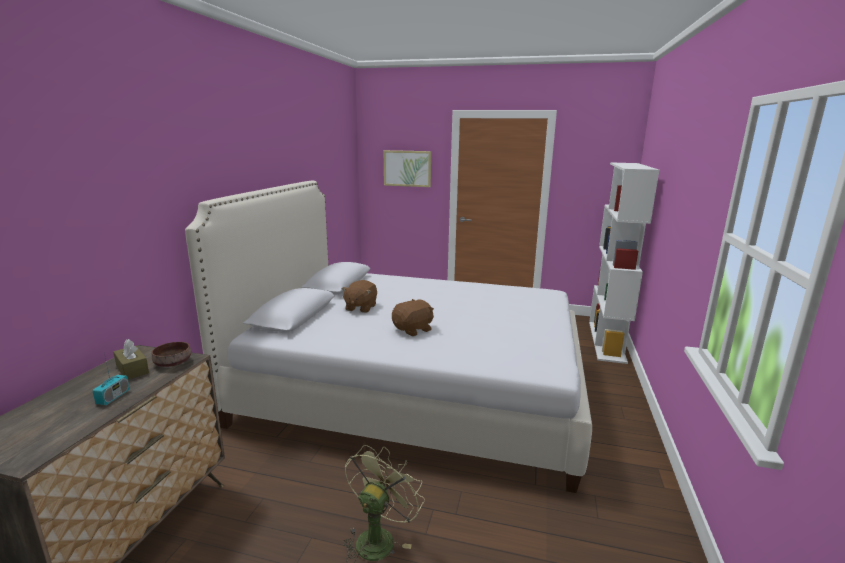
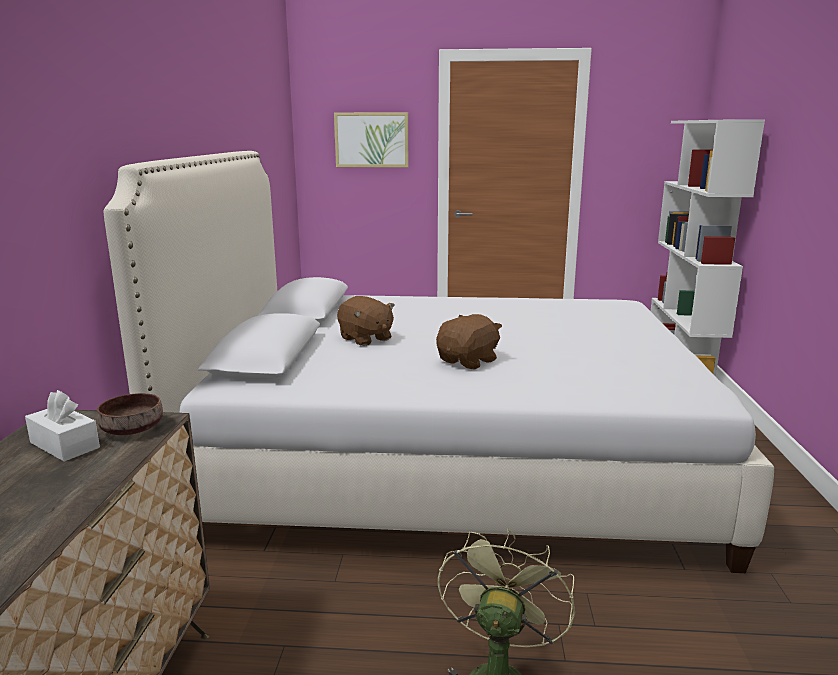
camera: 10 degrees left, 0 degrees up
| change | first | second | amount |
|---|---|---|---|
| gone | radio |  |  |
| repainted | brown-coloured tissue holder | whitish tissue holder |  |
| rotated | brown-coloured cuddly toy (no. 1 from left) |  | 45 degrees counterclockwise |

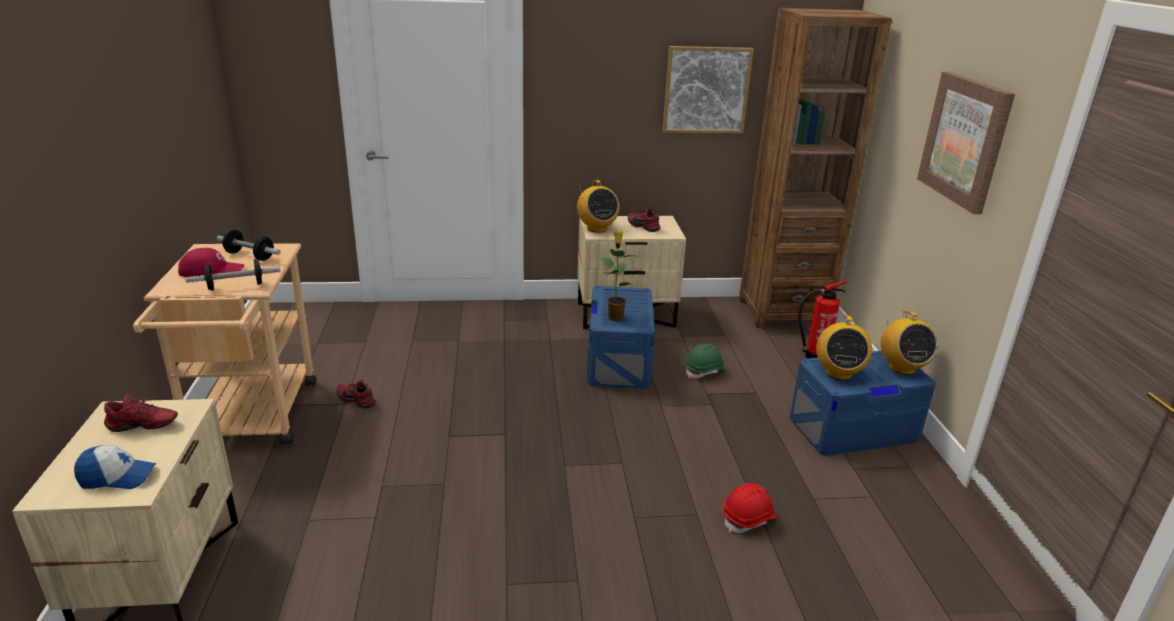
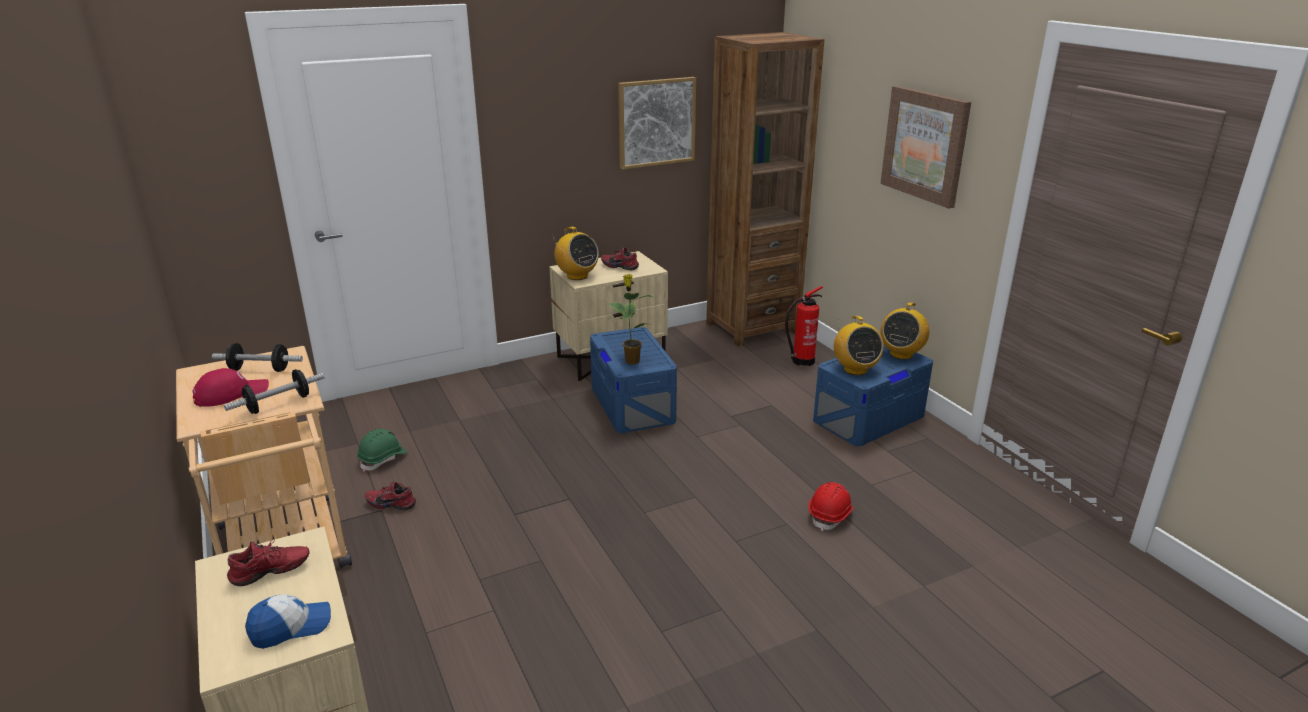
camera: 20 degrees left, 0 degrees up
| change | first | second | amount |
|---|---|---|---|
| shifted | green hard hat |  |  |
| rotated | radio (no. 3 from left) |  | 60 degrees clockwise |

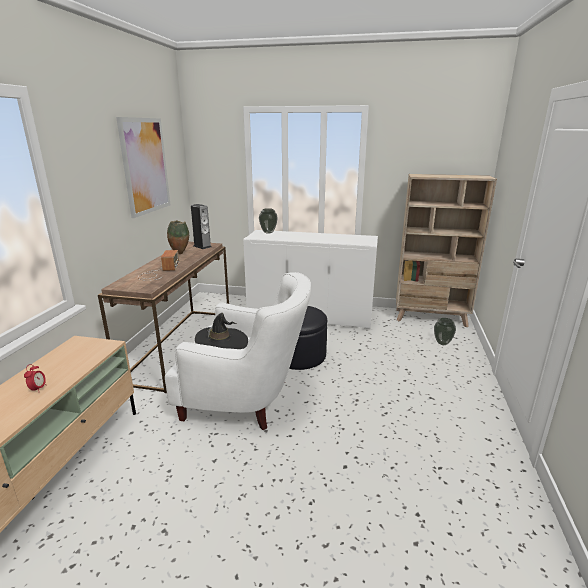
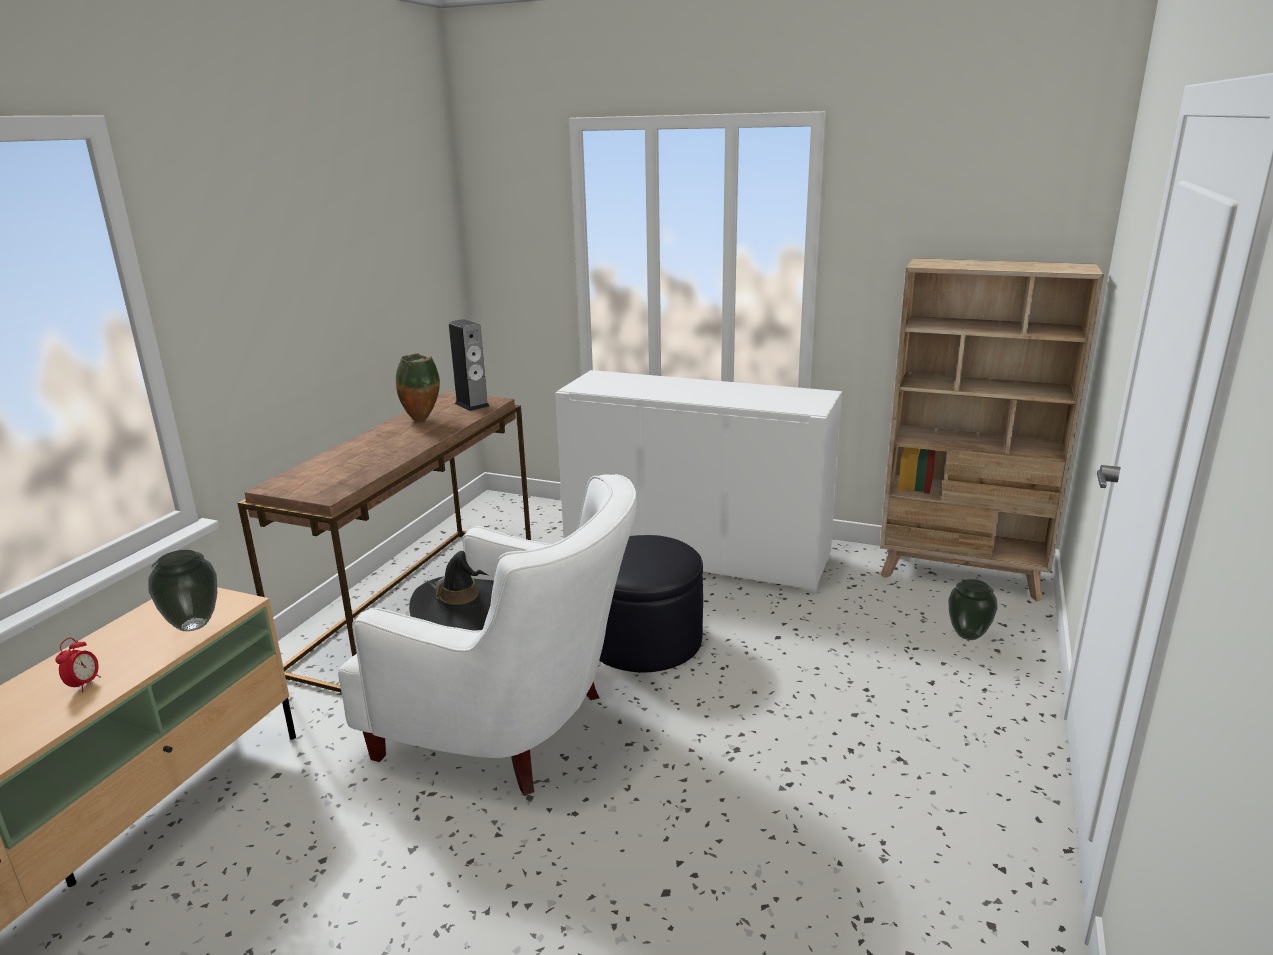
camera: 10 degrees right, 0 degrees up
| change | first | second | amount |
|---|---|---|---|
| gone | picture |  |  |
| gone | radio |  |  |
| shifted | vase (no. 2 from left in the first image) | vase (no. 1 from left) |  |

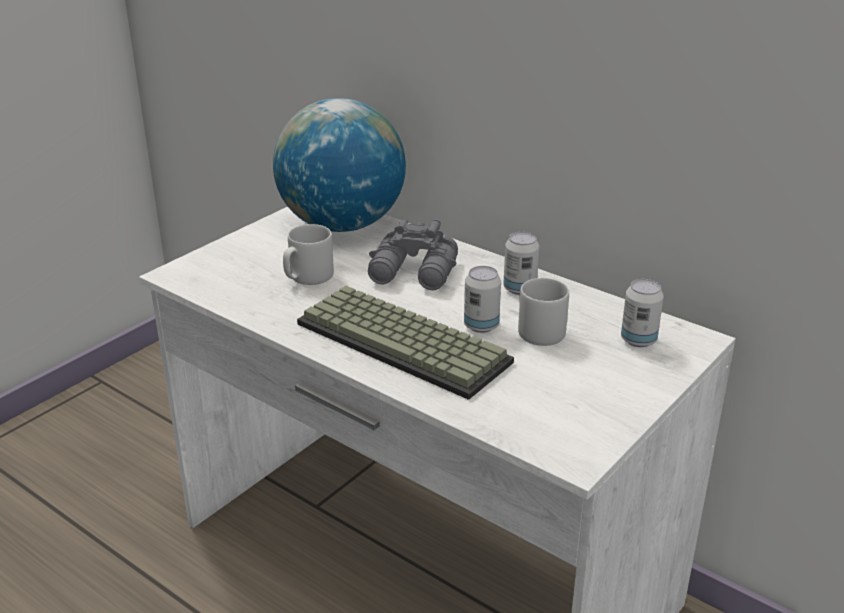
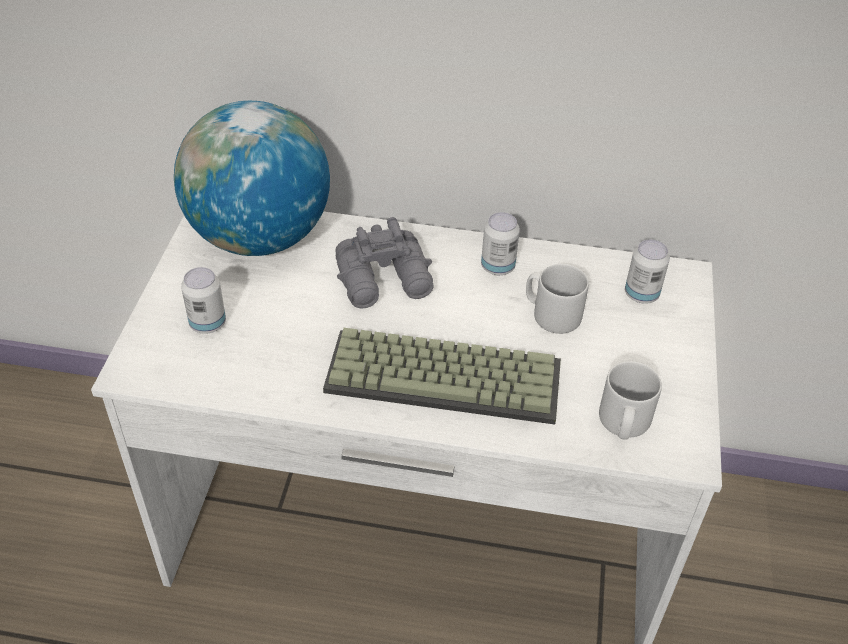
camera: 30 degrees left, 15 degrees up
| change | first | second | amount |
|---|---|---|---|
| shifted | greyish mug (no. 1 from left in the first image) | greyish mug (no. 2 from left) |  |
| shifted | can (no. 1 from left) |  |  |

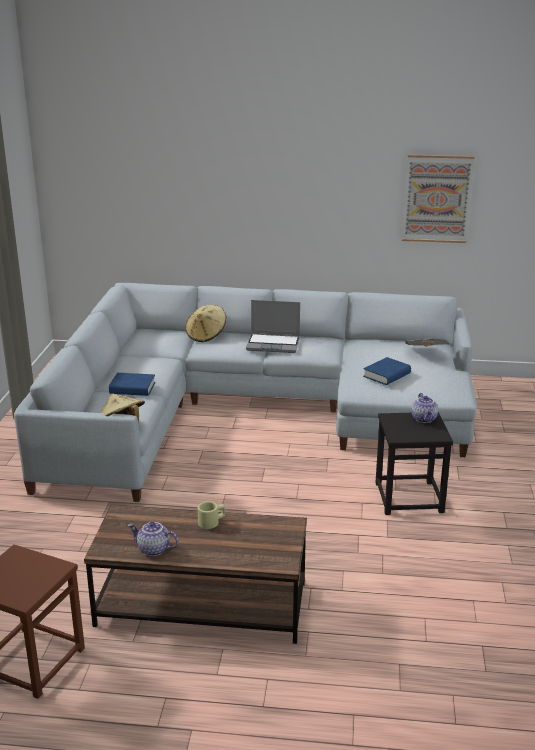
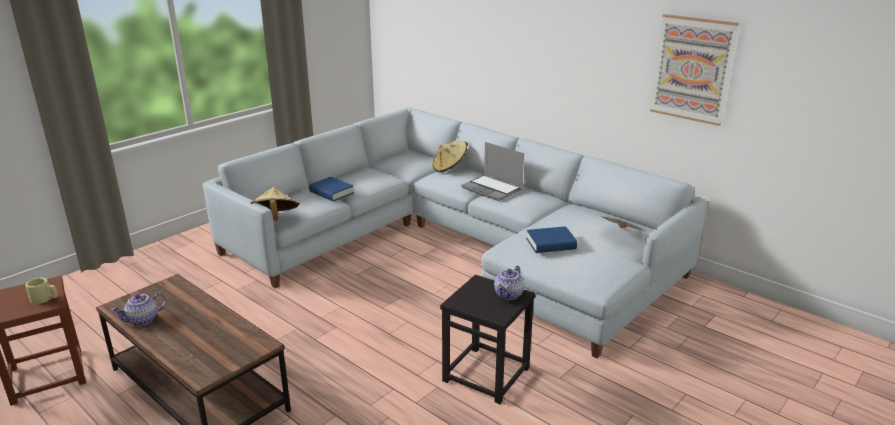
camera: 35 degrees right, 0 degrees up
| change | first | second | amount |
|---|---|---|---|
| shifted | beige-coloured mug |  |  |
| rotated | tea pot (no. 1 from left) |  | 90 degrees counterclockwise |

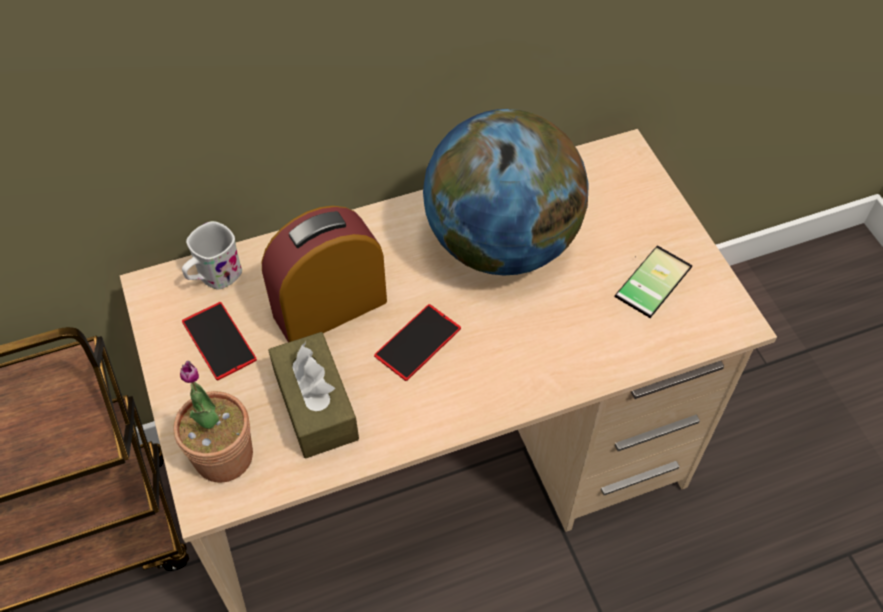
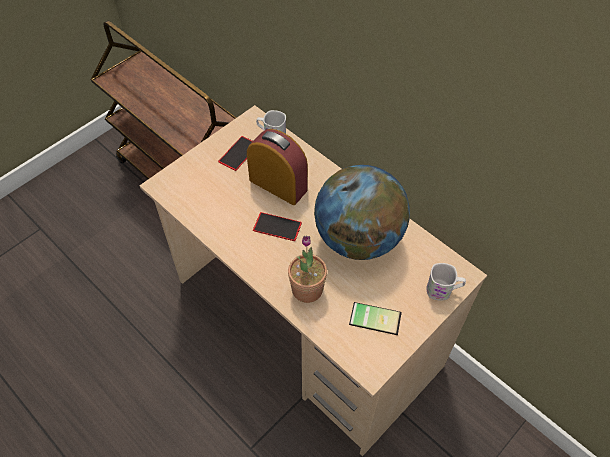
camera: 65 degrees right, 0 degrees up
| change | first | second | amount |
|---|---|---|---|
| gone | brown-coloured tissue holder |  |  |
| new |  | whitish mug (no. 2 from left) |  |
| shifted | plant in a pot |  |  |

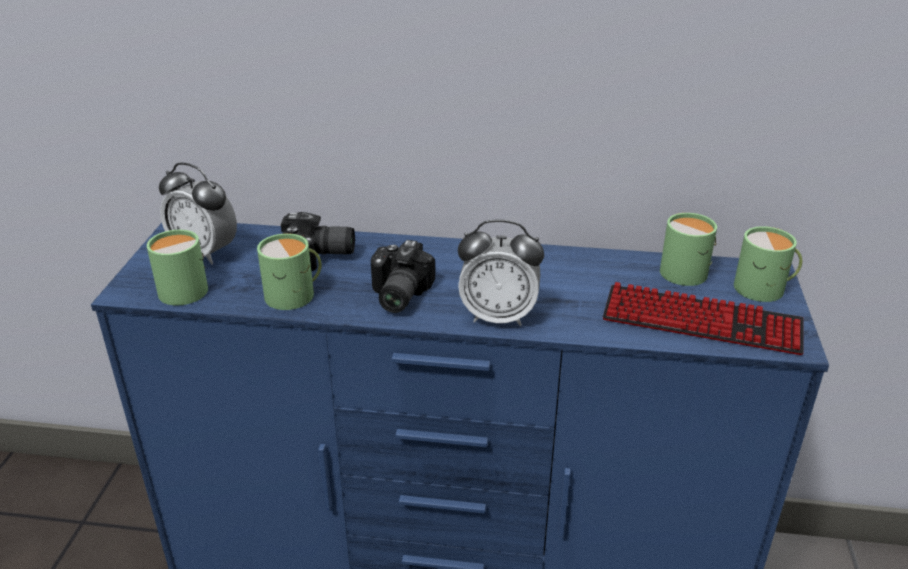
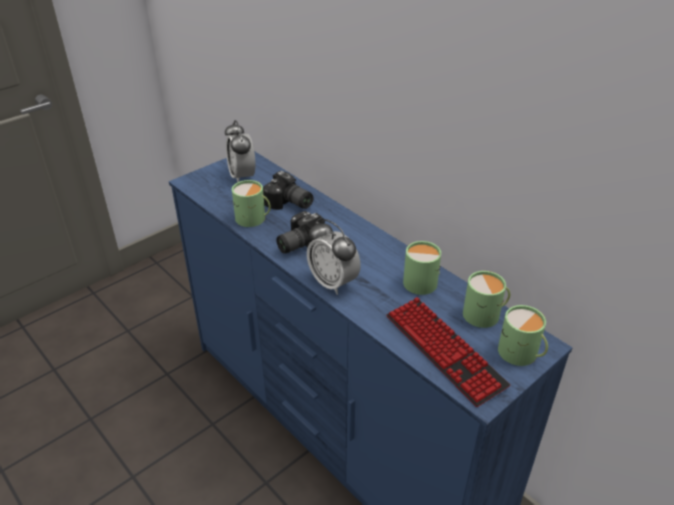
camera: 40 degrees right, 5 degrees up
| change | first | second | amount |
|---|---|---|---|
| shifted | green mug (no. 1 from left in the first image) | green mug (no. 2 from left) |  |

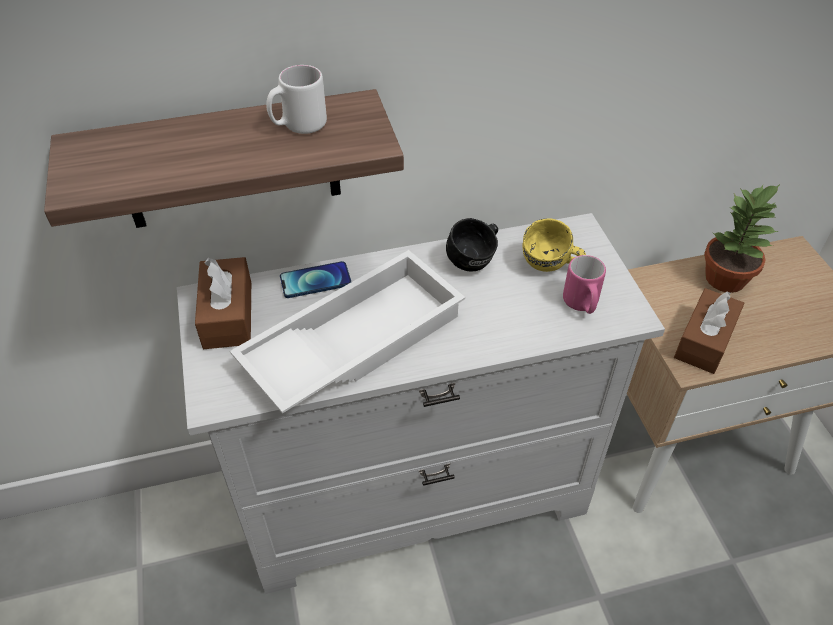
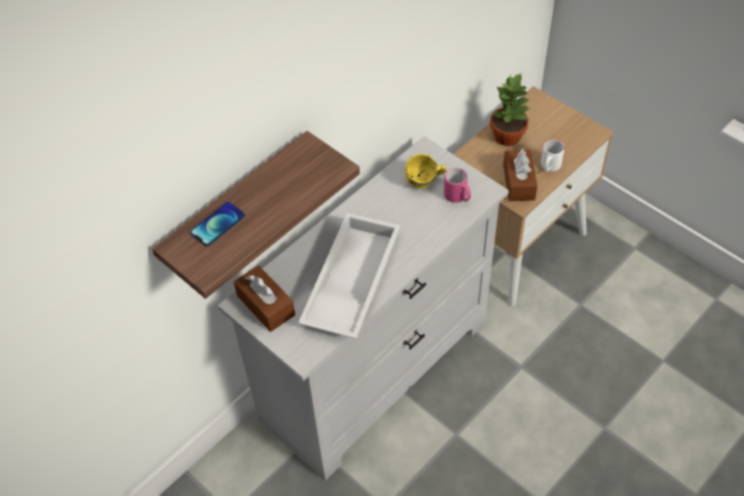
camera: 30 degrees left, 5 degrees up
| change | first | second | amount |
|---|---|---|---|
| gone | black-coloured mug |  |  |
| shifted | whitish mug |  |  |
| shifted | phone |  |  |

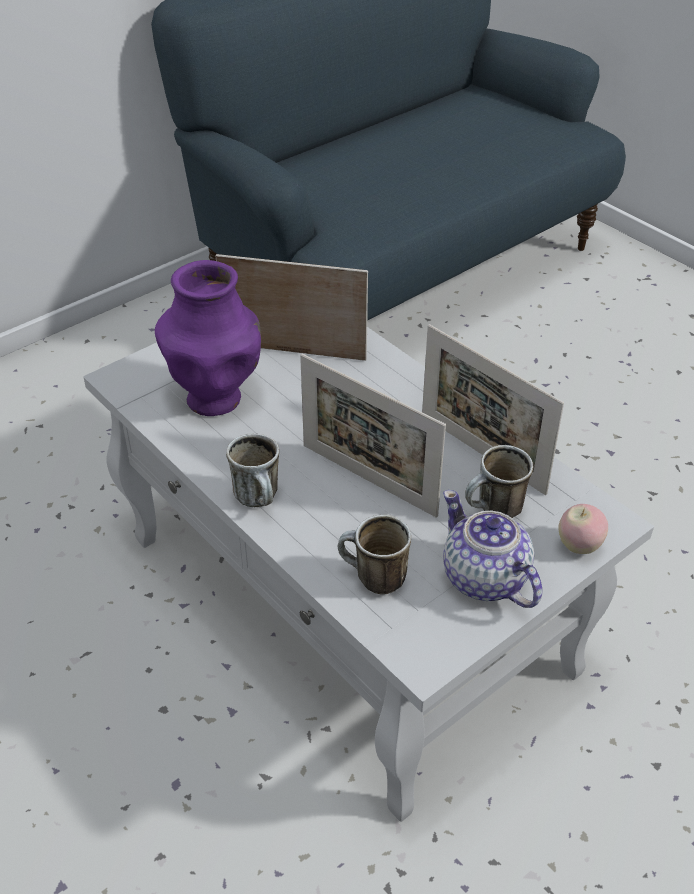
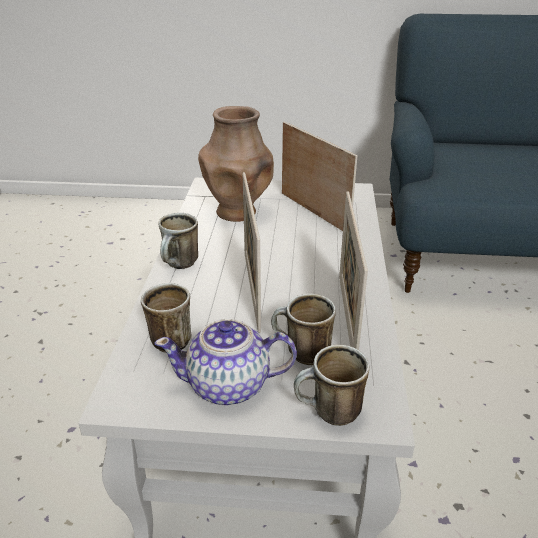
camera: 45 degrees right, 10 degrees down
| change | first | second | amount |
|---|---|---|---|
| swapped | whole apple | mug (no. 4 from left) |  |
| repainted | purplish vase | brown-coloured vase |  |
| rotated | tea pot |  | 105 degrees counterclockwise |

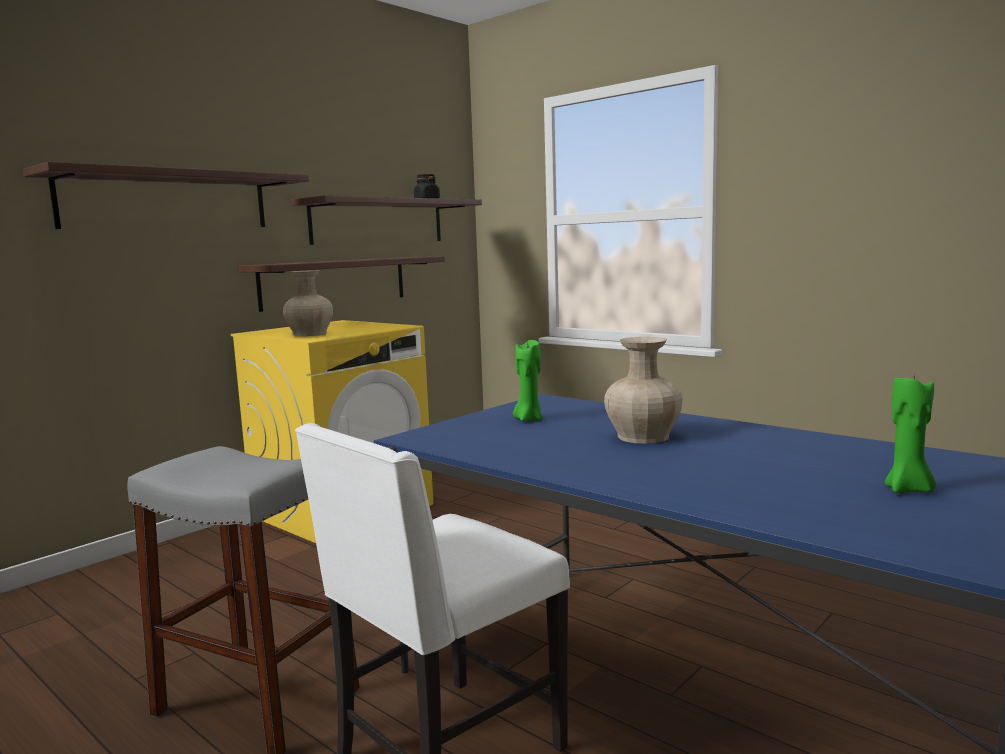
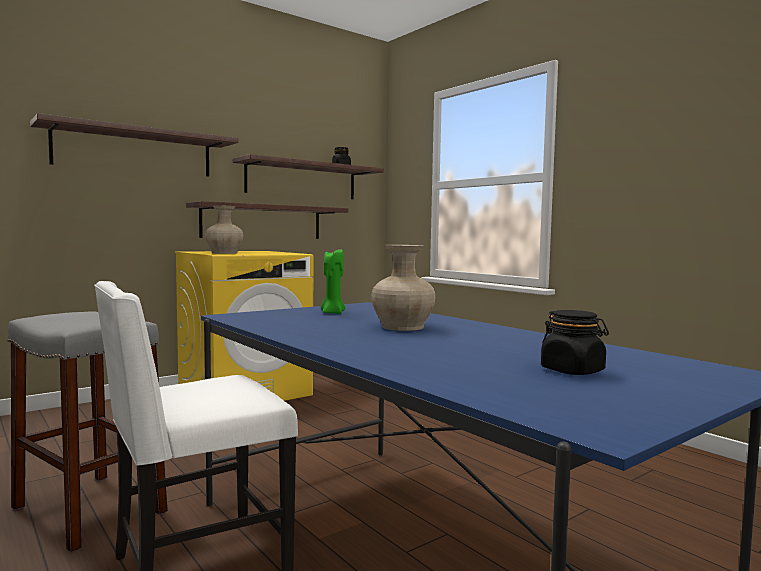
camera: 10 degrees right, 5 degrees down
| change | first | second | amount |
|---|---|---|---|
| swapped | green candle (no. 2 from left) | black-coloured preserve jar (no. 2 from left) |  |

